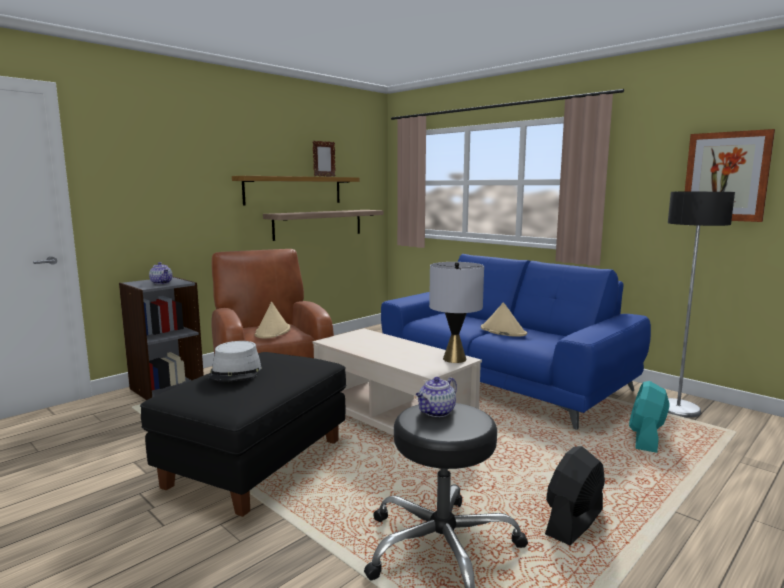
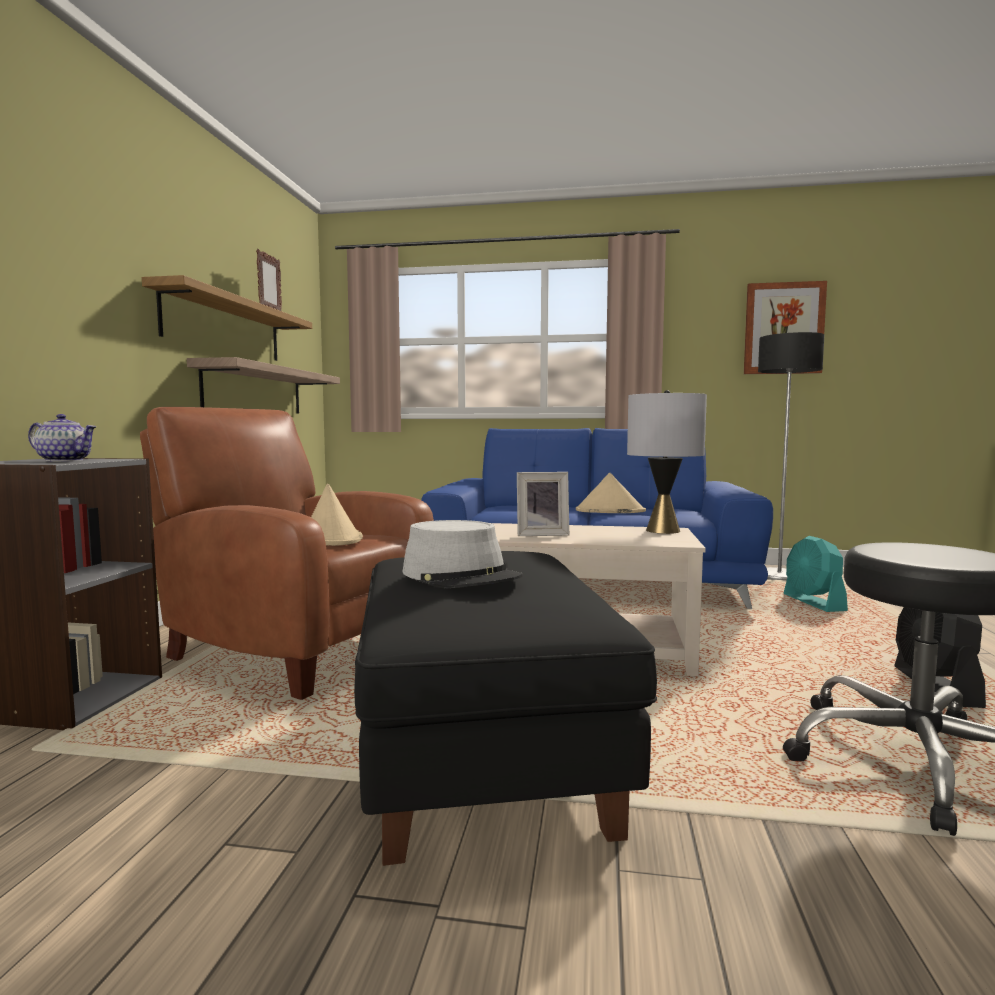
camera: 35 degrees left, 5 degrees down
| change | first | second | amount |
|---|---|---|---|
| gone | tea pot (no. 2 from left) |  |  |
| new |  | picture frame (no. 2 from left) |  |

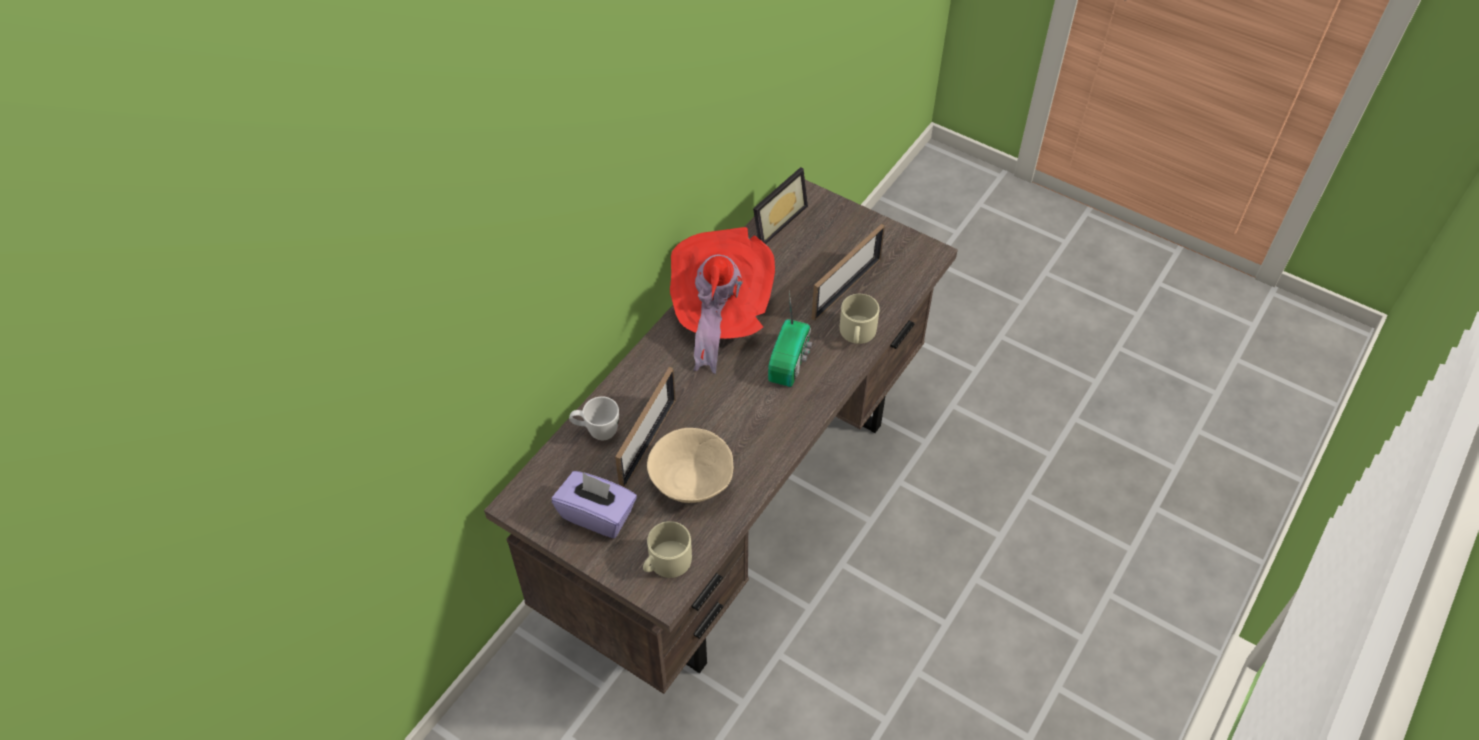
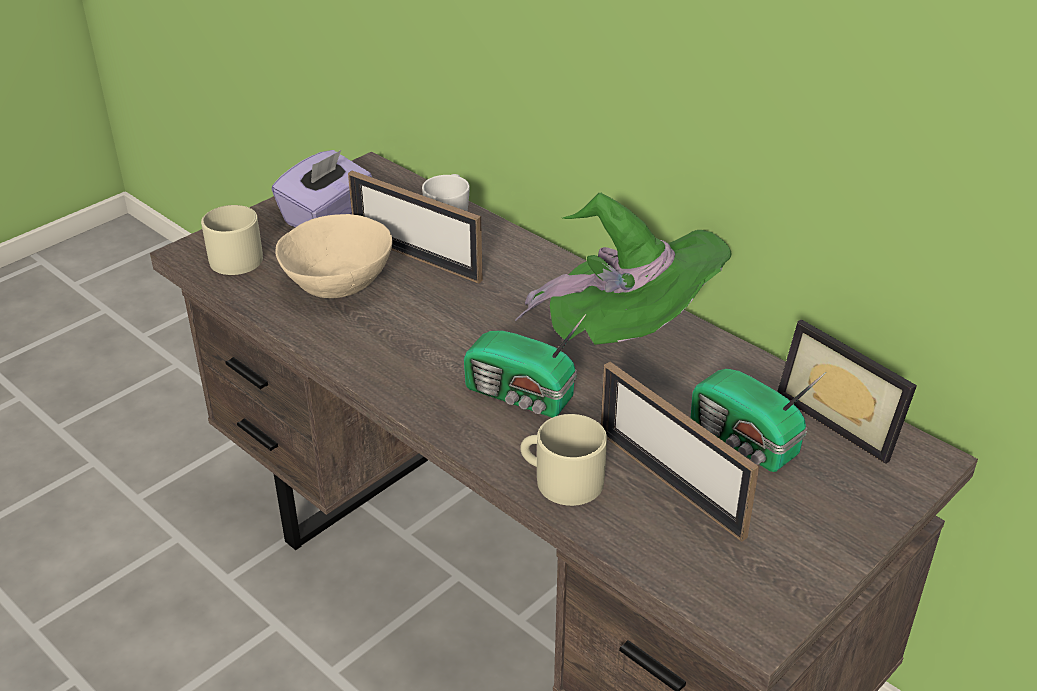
camera: 100 degrees right, 15 degrees down
| change | first | second | amount |
|---|---|---|---|
| new |  | radio (no. 2 from left) |  |
| repainted | red clothing hat | green clothing hat |  |

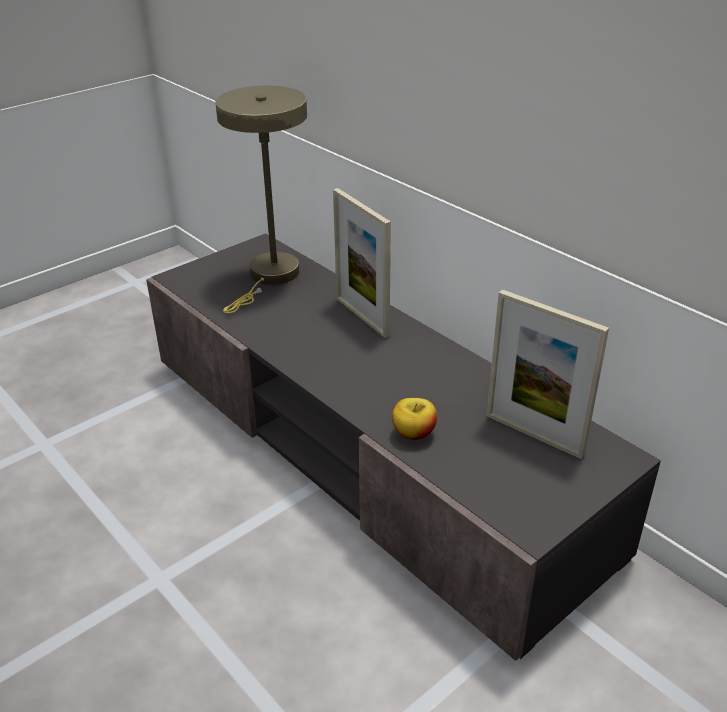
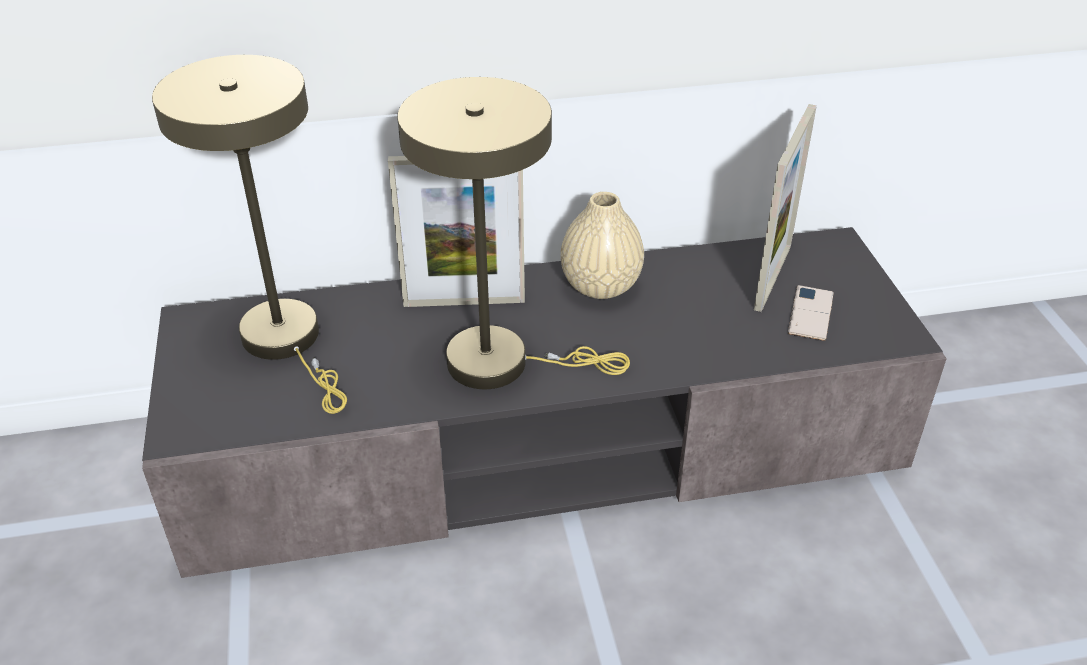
camera: 60 degrees left, 5 degrees up
| change | first | second | amount |
|---|---|---|---|
| gone | whole apple |  |  |
| new |  | beige-coloured tabletop lamp (no. 2 from left) |  |
| new |  | beige-coloured vase |  |
| new |  | phone |  |
| rotated | picture frame (no. 2 from left) |  | 45 degrees counterclockwise |

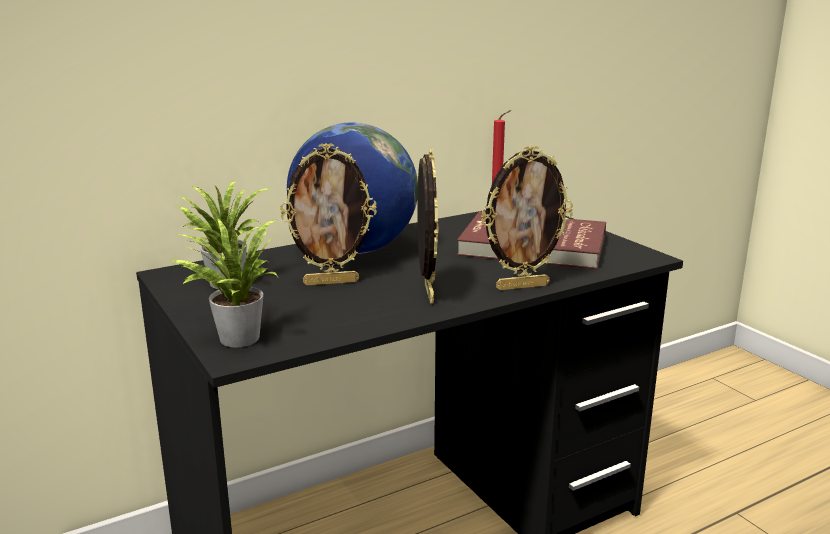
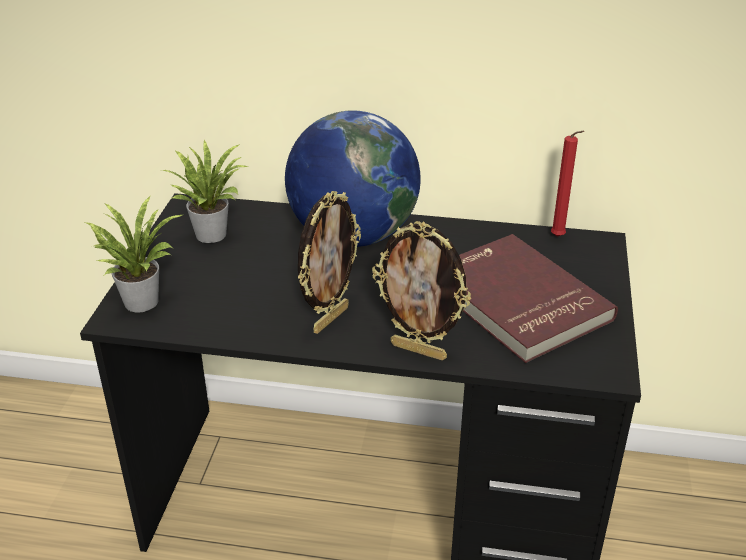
camera: 40 degrees right, 15 degrees up
| change | first | second | amount |
|---|---|---|---|
| gone | picture frame (no. 1 from left) |  |  |

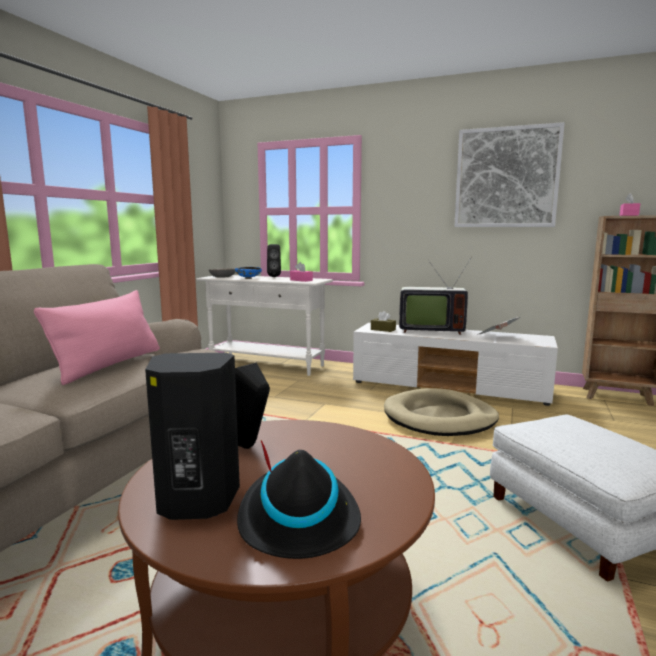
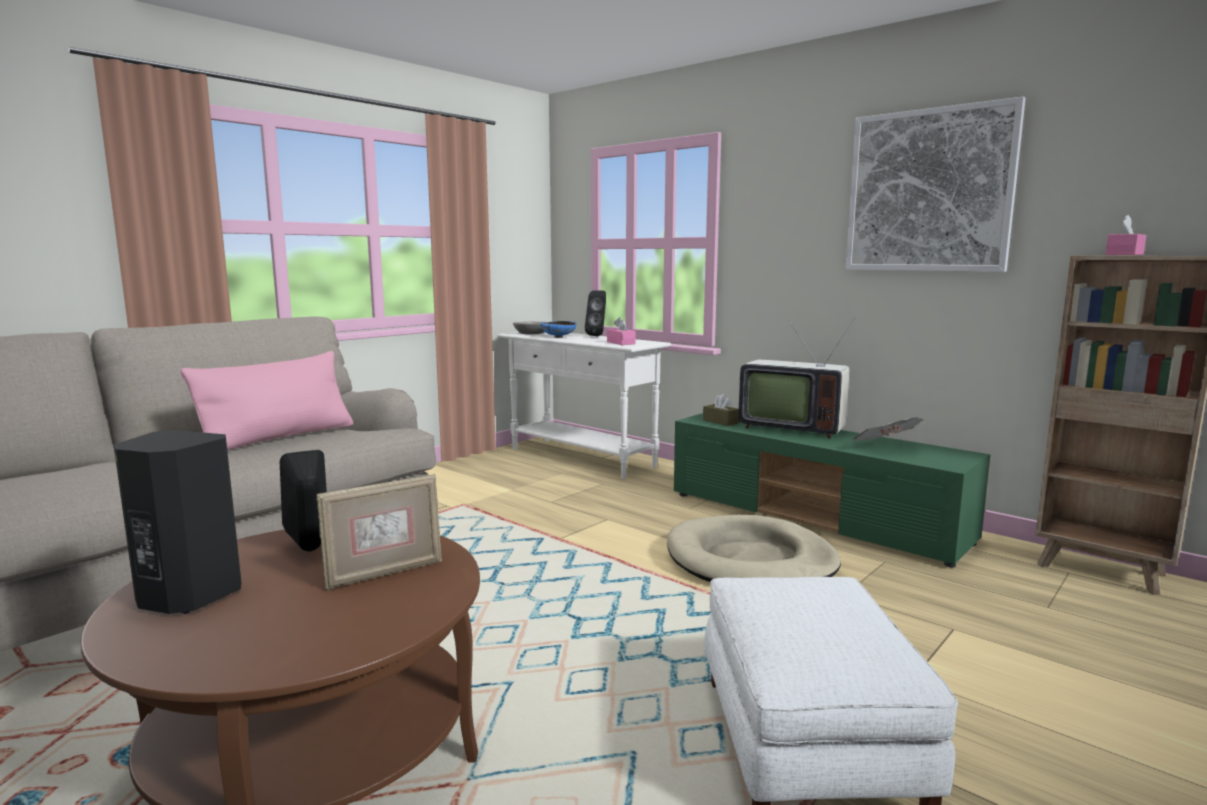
camera: 20 degrees right, 0 degrees up
| change | first | second | amount |
|---|---|---|---|
| gone | black-coloured clothing hat |  |  |
| new |  | picture frame |  |
| repainted | whitish tv stand | green tv stand |  |

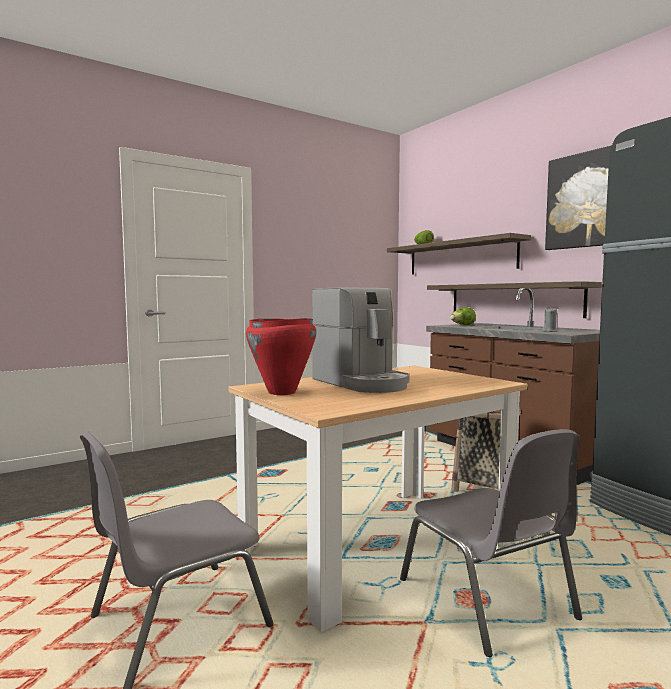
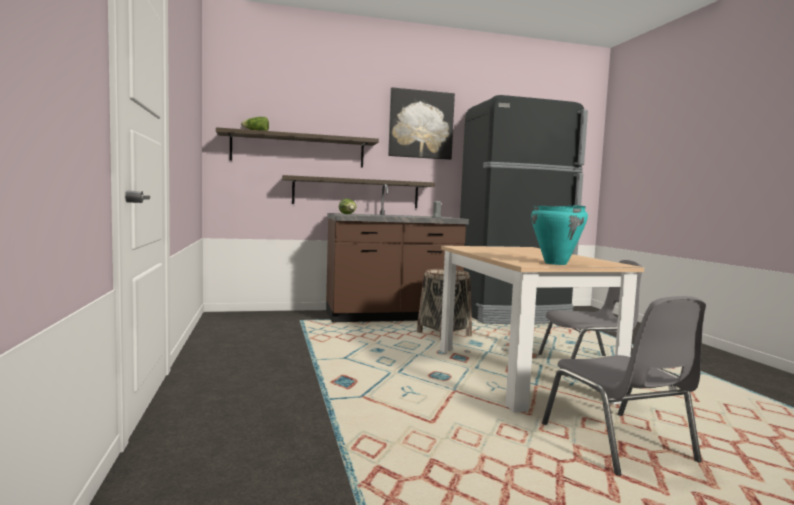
camera: 70 degrees left, 0 degrees up
| change | first | second | amount |
|---|---|---|---|
| gone | coffee brewer |  |  |
| repainted | red stockpot | turquoise-coloured stockpot |  |

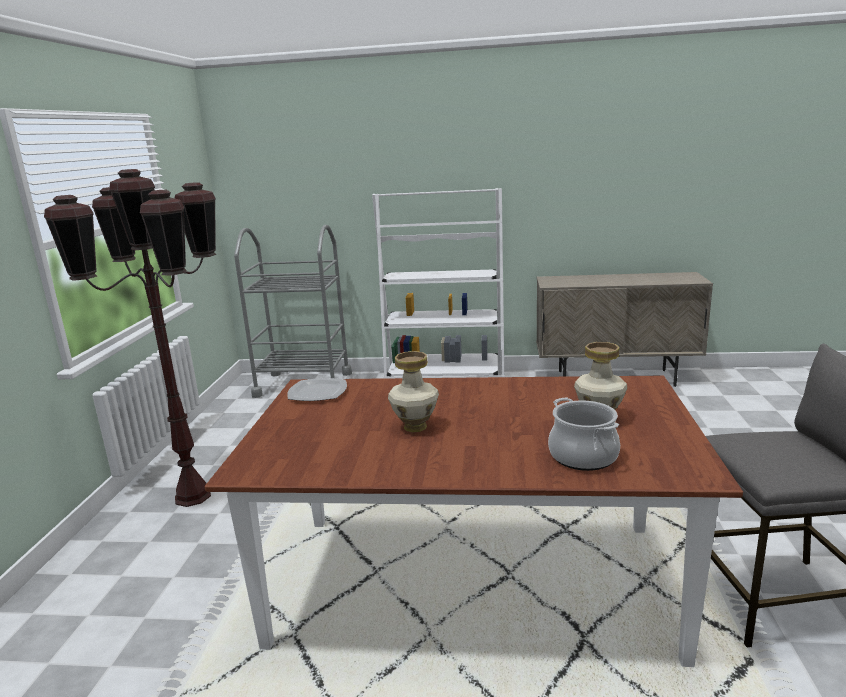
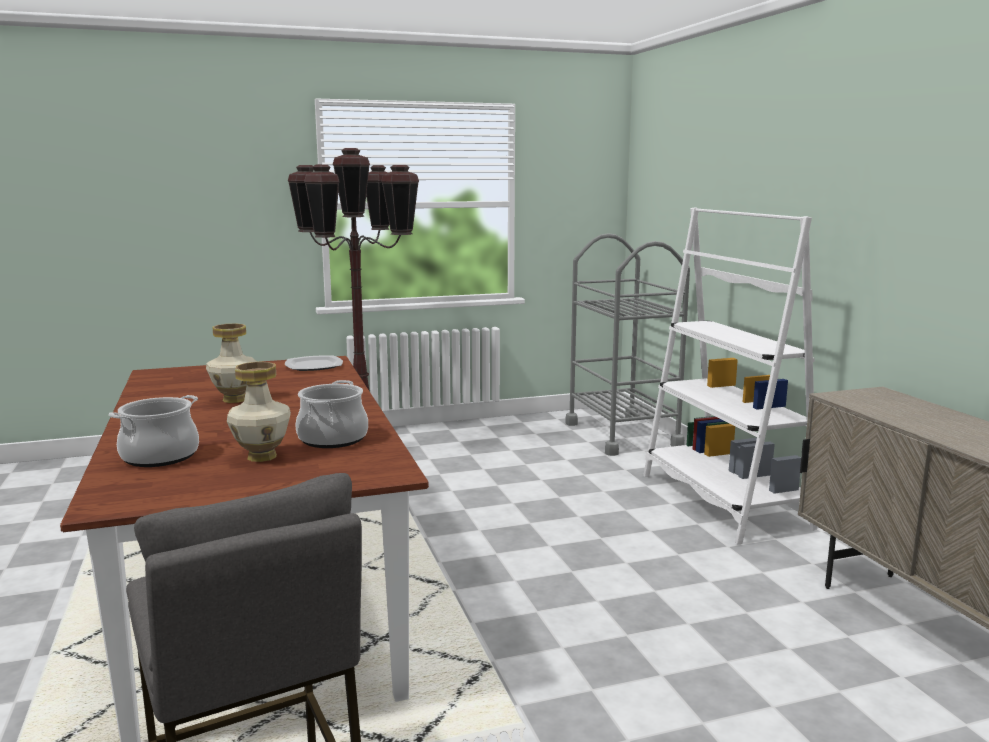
camera: 65 degrees right, 5 degrees down
| change | first | second | amount |
|---|---|---|---|
| new |  | stockpot (no. 2 from left) |  |

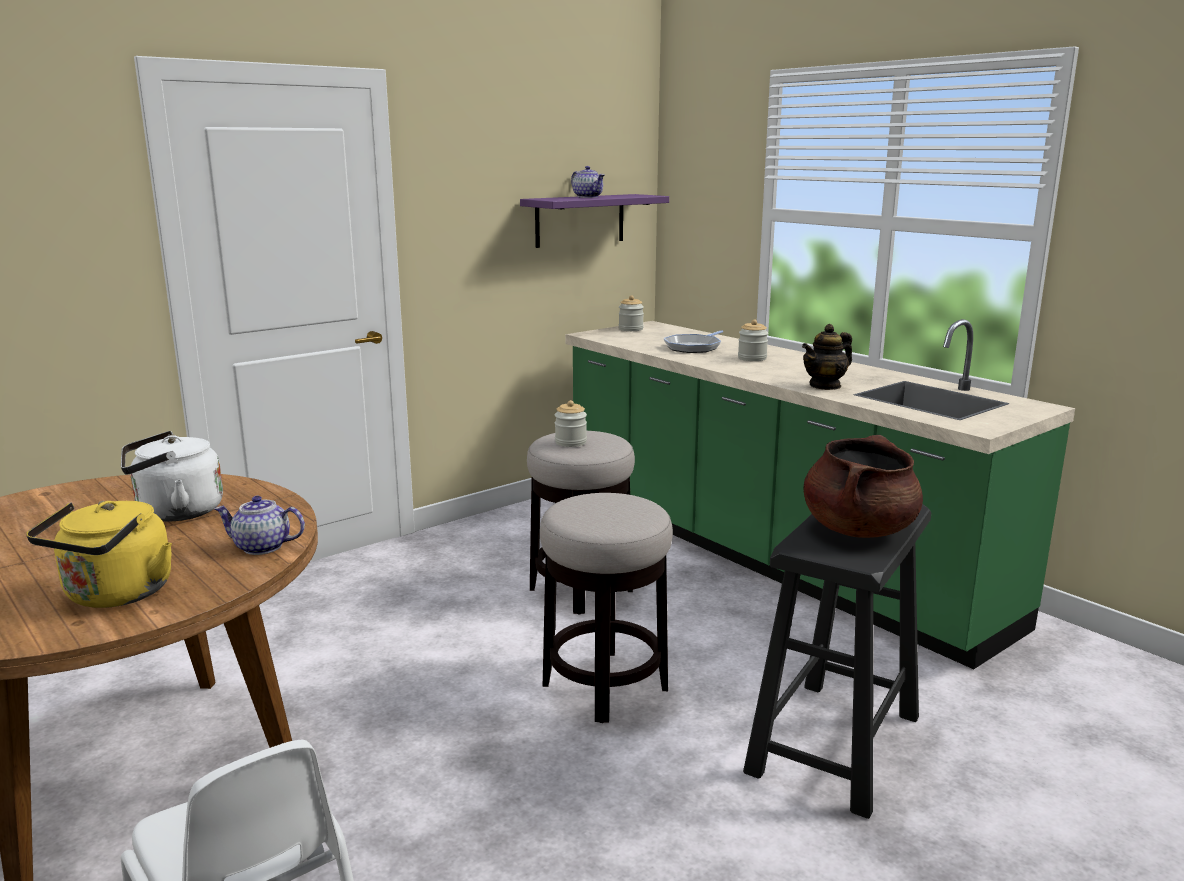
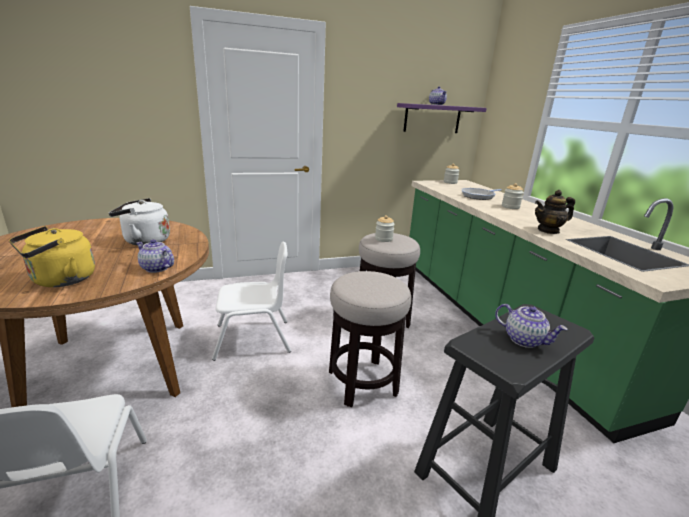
camera: 20 degrees right, 5 degrees up
| change | first | second | amount |
|---|---|---|---|
| new |  | whitish upright chair (no. 2 from left) |  |
| swapped | brown-coloured stockpot | tea pot (no. 3 from left) |  |

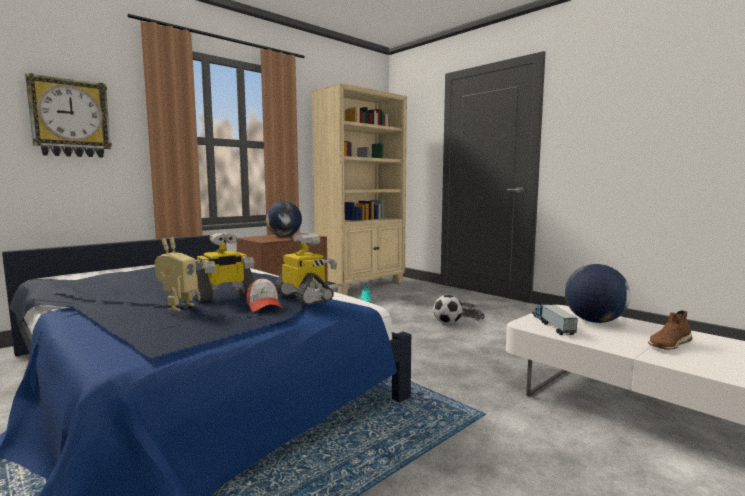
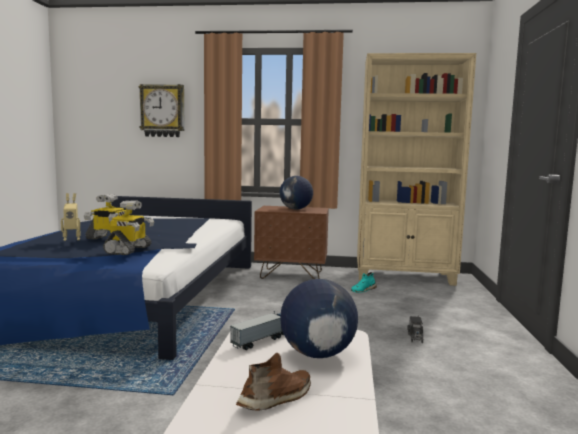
camera: 50 degrees right, 0 degrees up
| change | first | second | amount |
|---|---|---|---|
| gone | cap |  |  |
| gone | football |  |  |
| rotated | brown-coloured item of footwear |  | 120 degrees clockwise |

